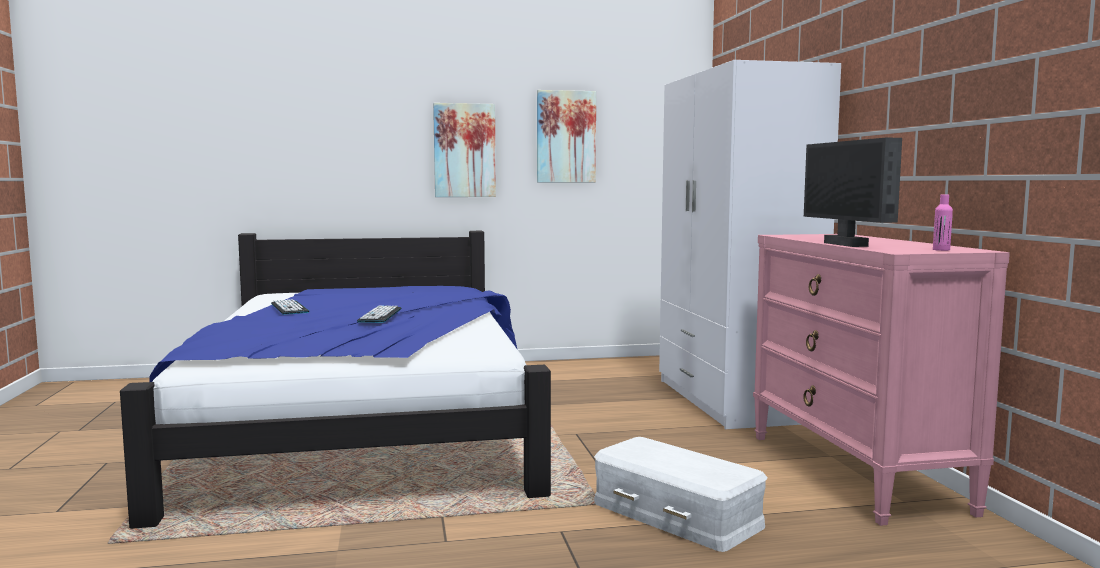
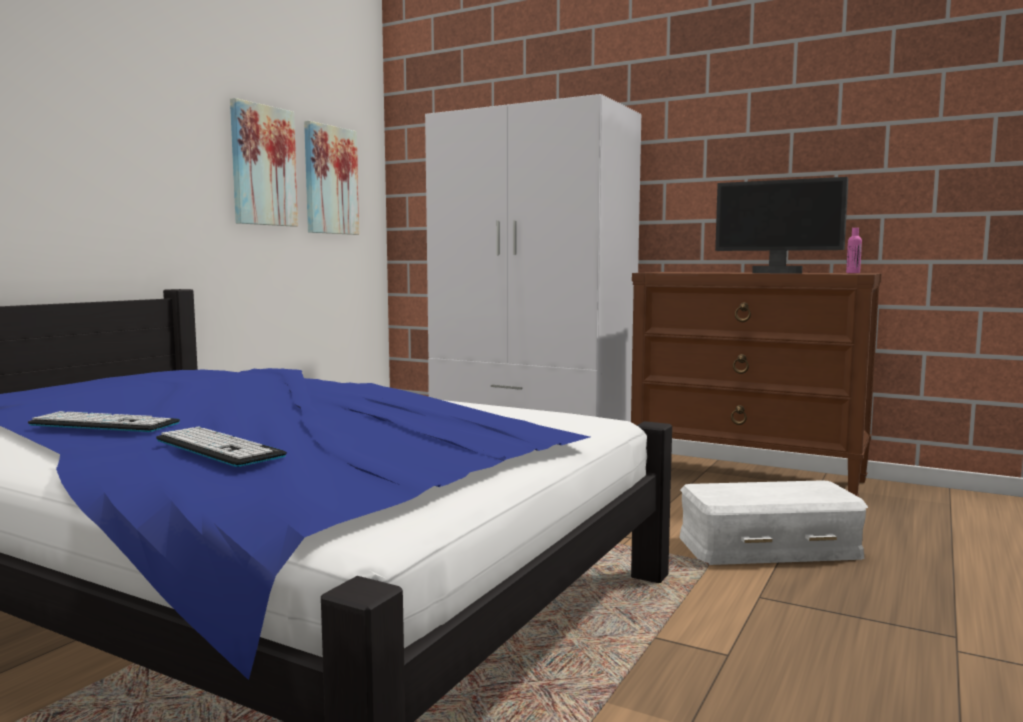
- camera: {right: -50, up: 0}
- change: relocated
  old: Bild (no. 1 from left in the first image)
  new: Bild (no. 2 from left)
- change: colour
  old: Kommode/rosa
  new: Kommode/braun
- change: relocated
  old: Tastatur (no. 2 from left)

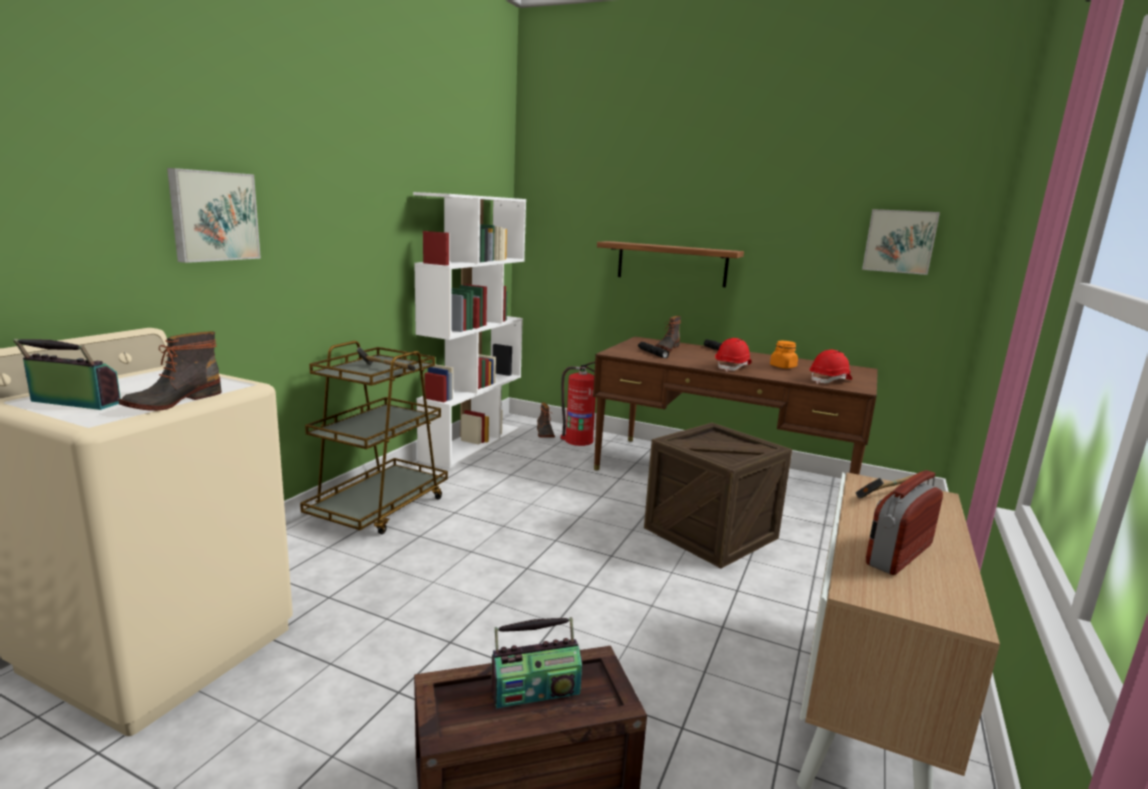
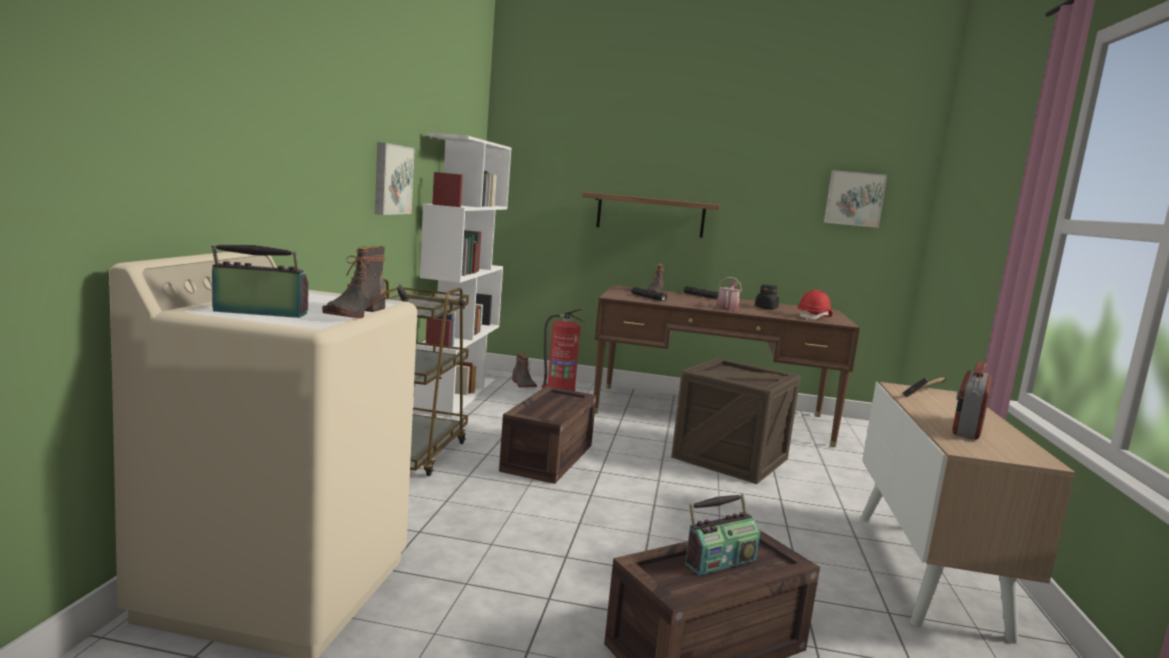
- camera: {right: -15, up: -5}
- change: relocated
  old: Bild (no. 1 from left)
- change: exchanged
  old: Schutzhelm/rot (no. 1 from left)
  new: Gießkanne
- change: colour
  old: Vorratsglas/orange
  new: Vorratsglas/schwarz
- change: appeared
  new: Kiste (no. 1 from left)

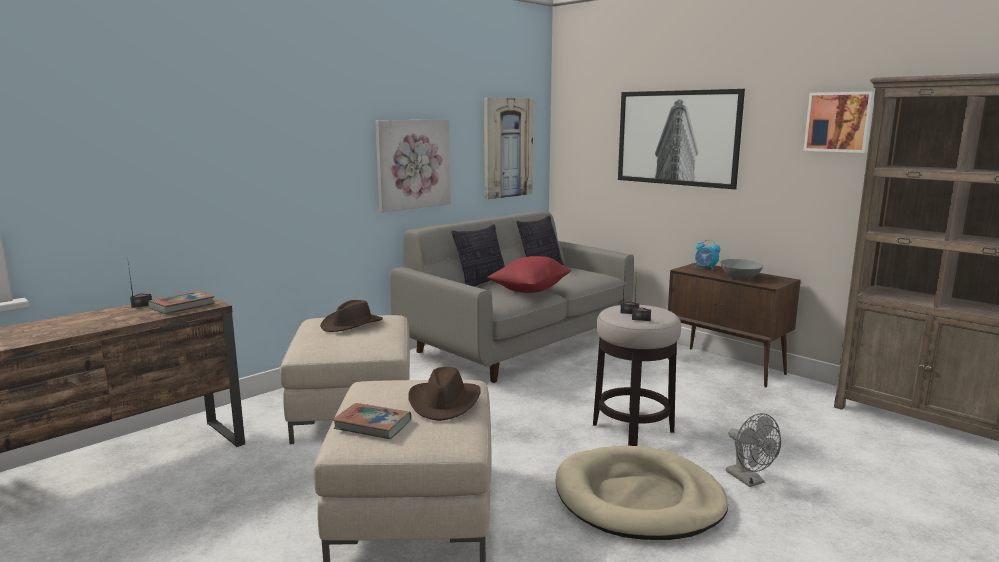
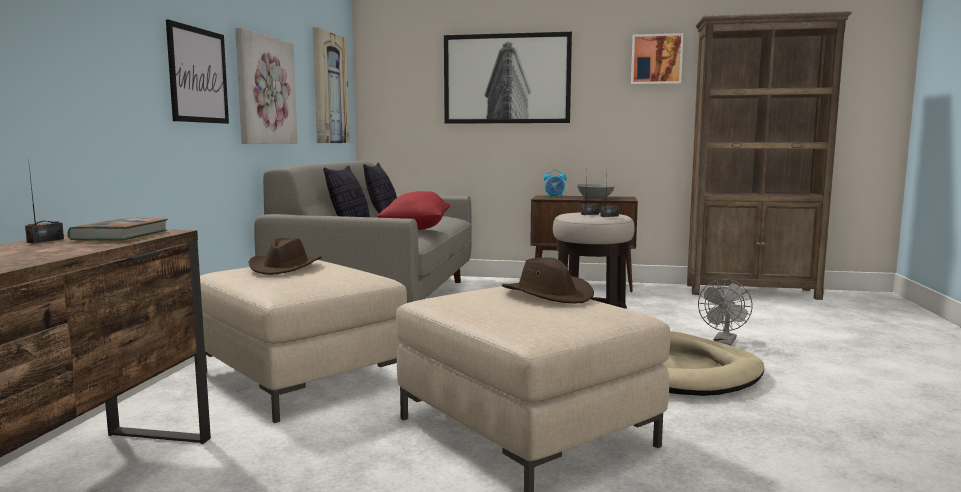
- camera: {right: -35, up: -5}
- change: missing
  old: Buch (no. 2 from left)
- change: spun
  old: Ventilator/grau
  degrees: 90
- change: appeared
  new: Bild (no. 1 from left)

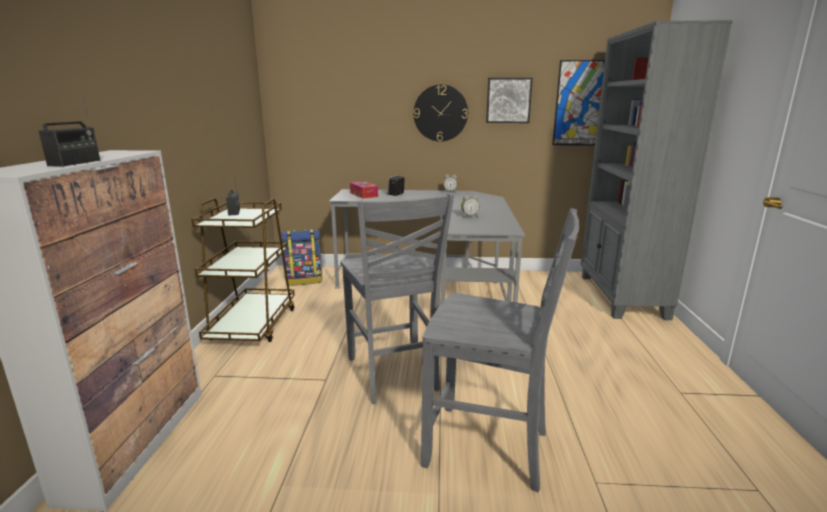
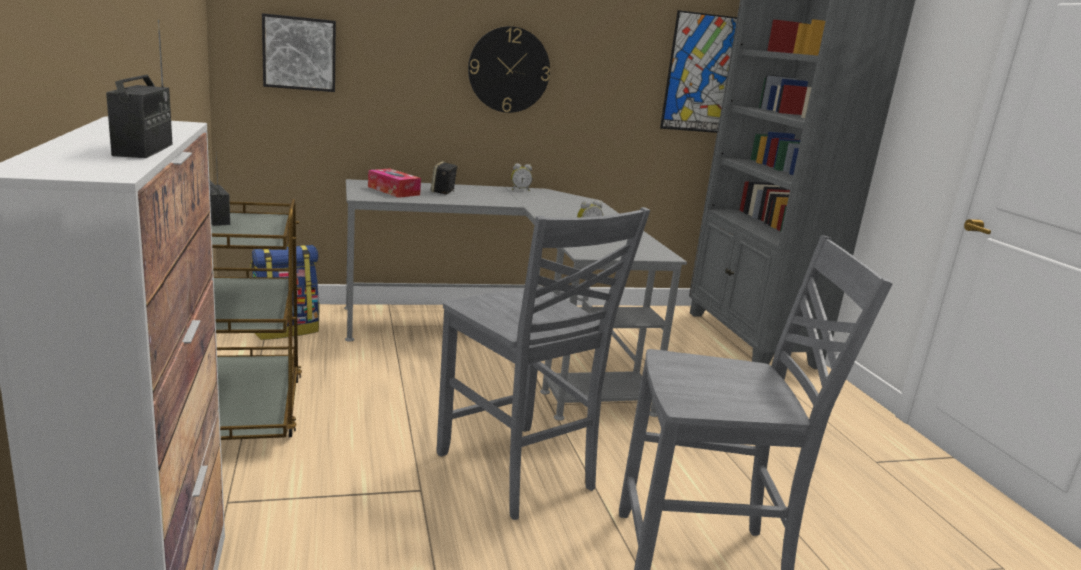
- camera: {right: -20, up: 0}
- change: relocated
  old: Bild (no. 1 from left)

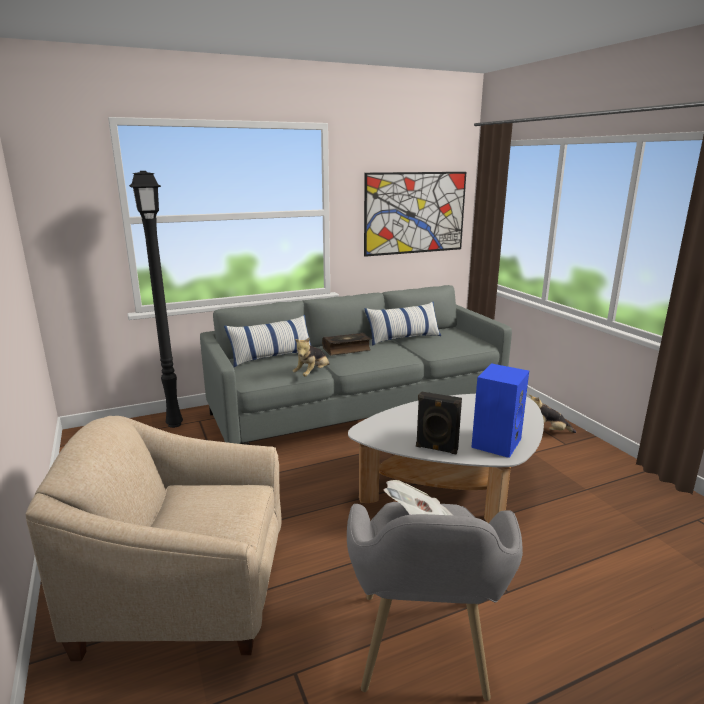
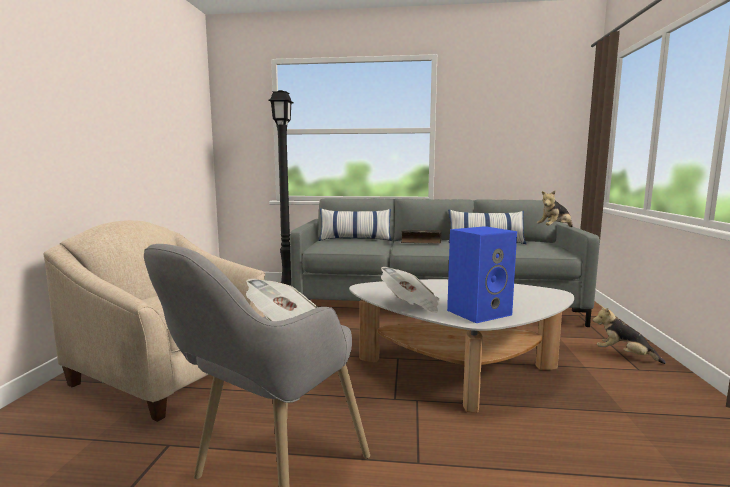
- camera: {right: 30, up: -10}
- change: missing
  old: Bild
- change: relocated
  old: Plüschtier (no. 1 from left)
- change: exchanged
  old: Lautsprecher/schwarz
  new: Zeitung (no. 2 from left)

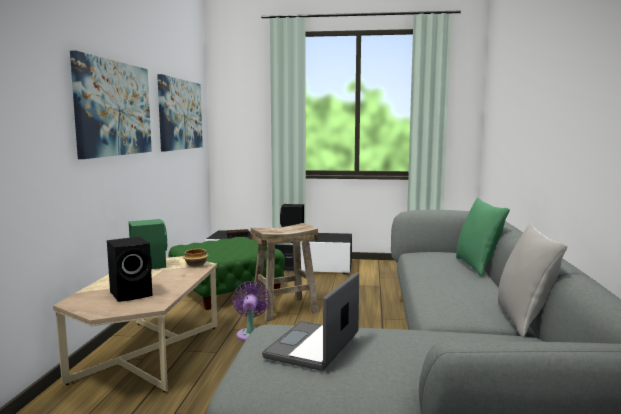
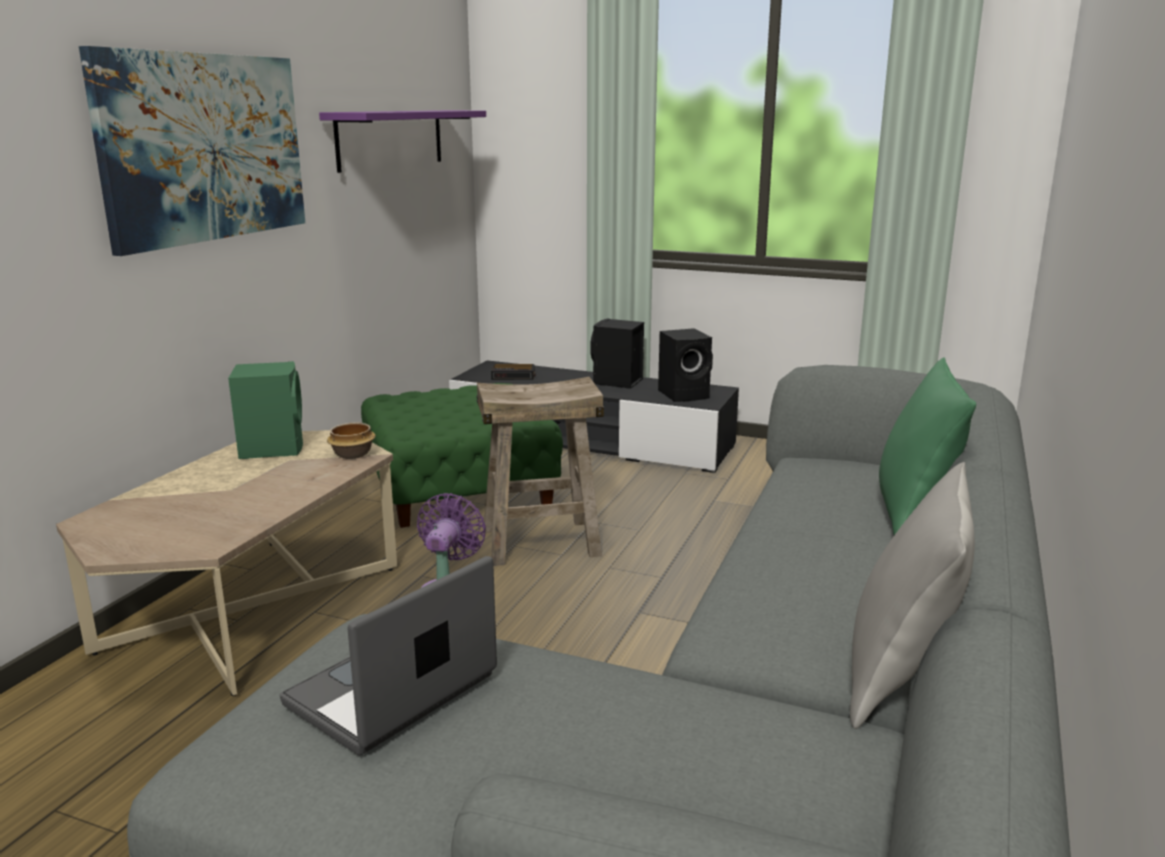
- camera: {right: 15, up: 10}
- change: exchanged
  old: Bild (no. 2 from left)
  new: Wandregal/lila
- change: relocated
  old: Lautsprecher/schwarz (no. 1 from left in the first image)
  new: Lautsprecher/schwarz (no. 2 from left)

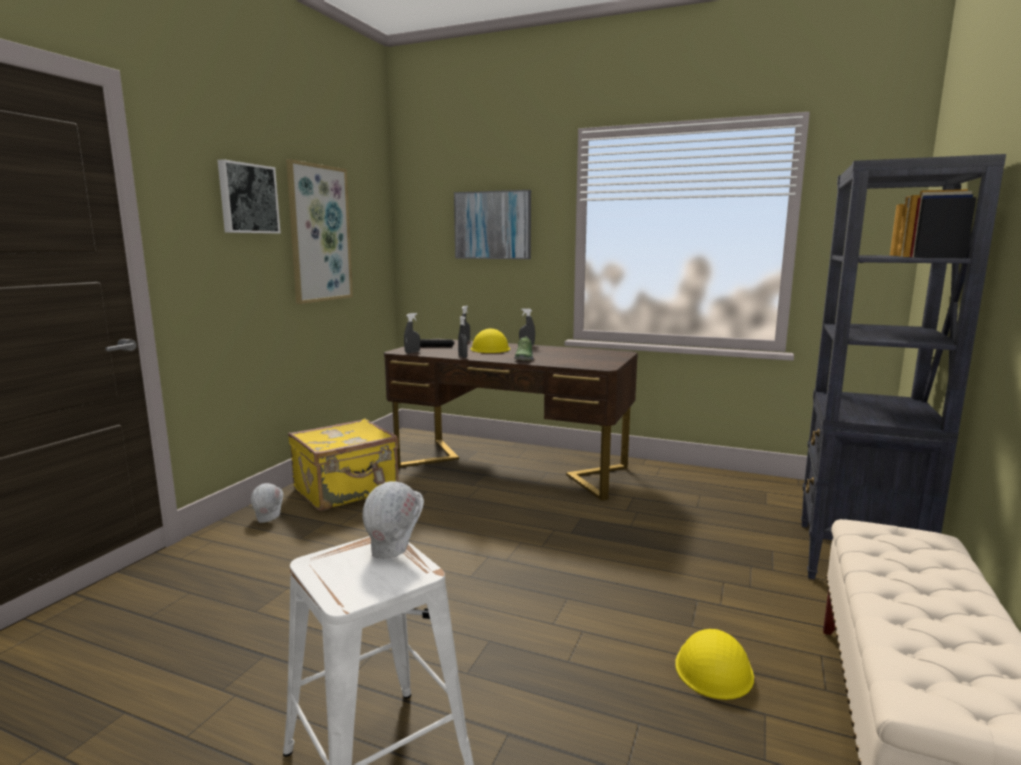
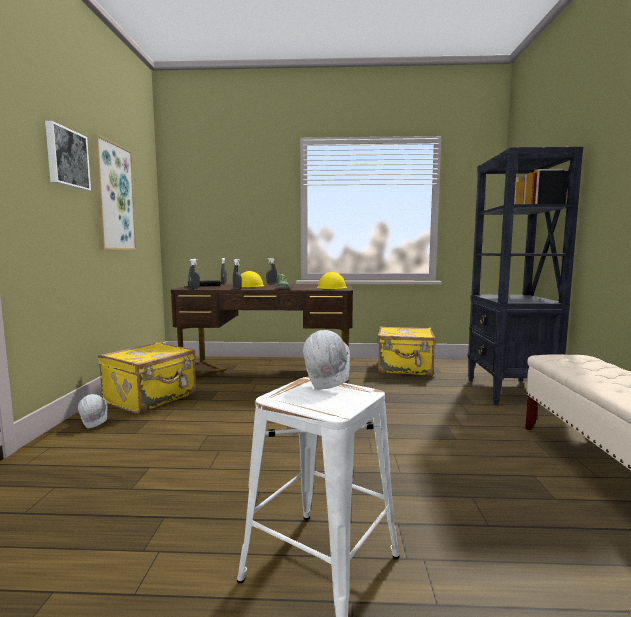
- camera: {right: -20, up: -5}
- change: missing
  old: Bild (no. 3 from left)
- change: relocated
  old: Schutzhelm/gelb (no. 2 from left)
- change: appeared
  new: Koffer/gelb (no. 2 from left)

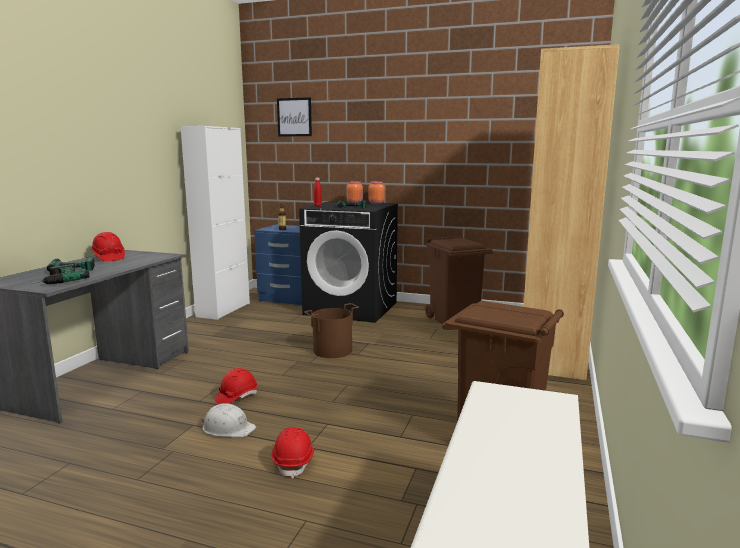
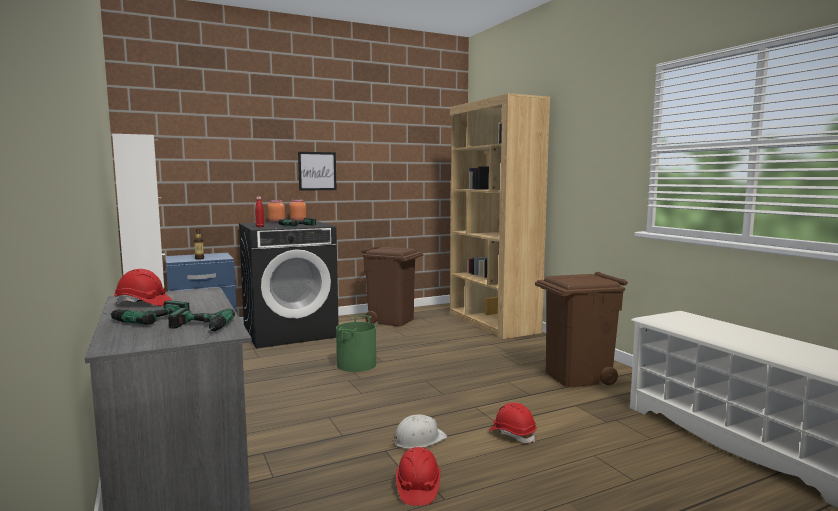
- camera: {right: -45, up: -5}
- change: relocated
  old: Bild
- change: colour
  old: Eimer/braun
  new: Eimer/grün
- change: relocated
  old: Schutzhelm/rot (no. 2 from left)

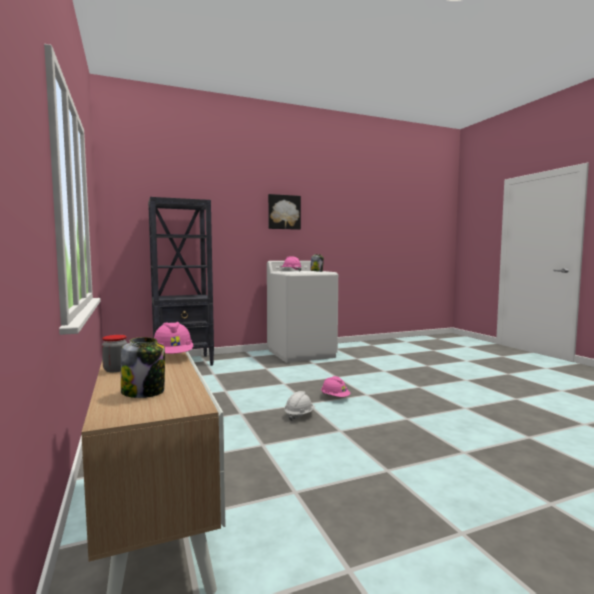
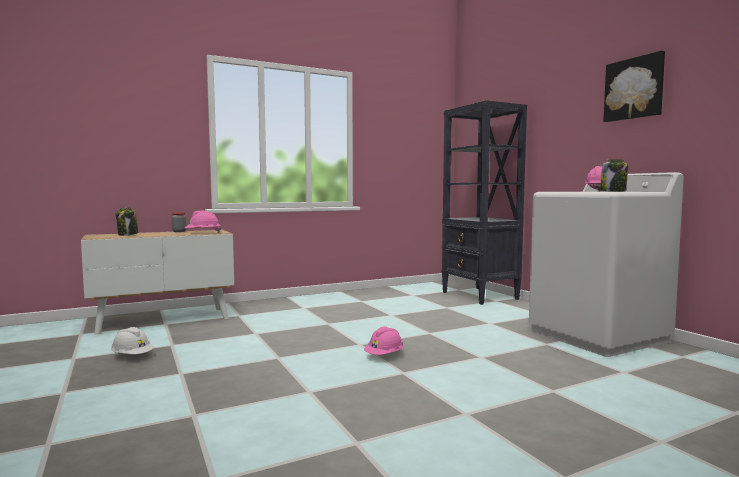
- camera: {right: 85, up: 0}
- change: relocated
  old: Schutzhelm/weiß

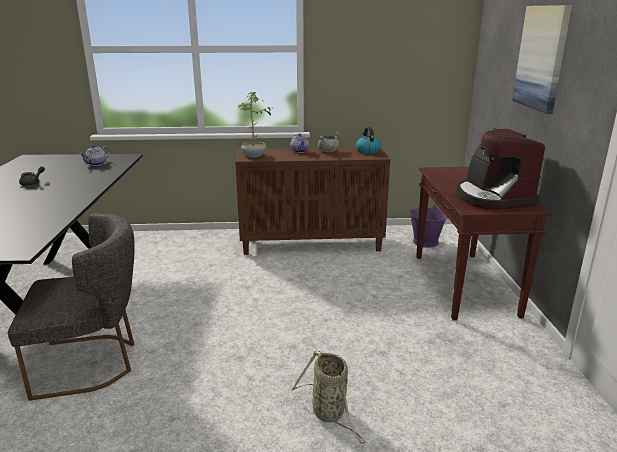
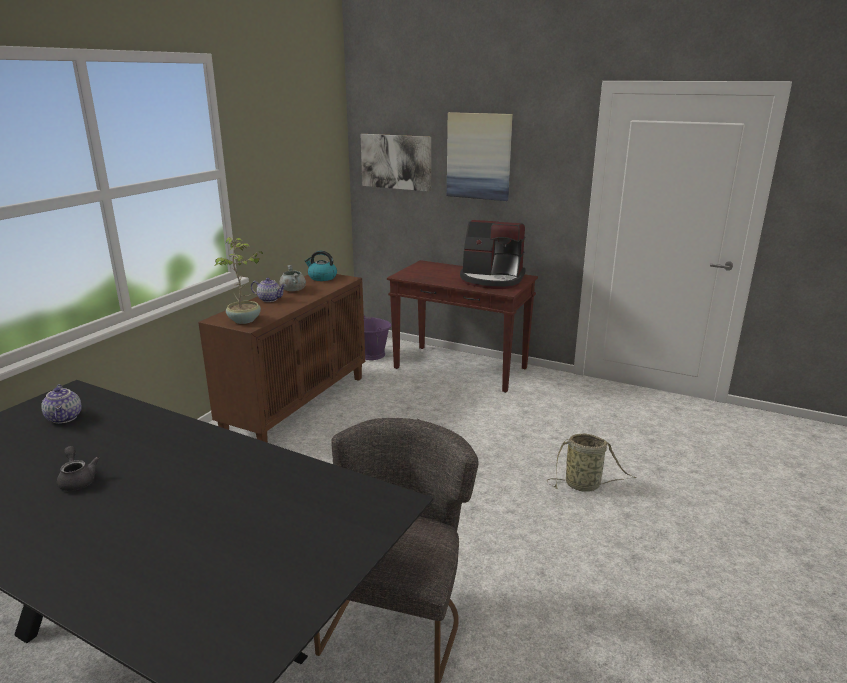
- camera: {right: -60, up: 0}
- change: appeared
  new: Bild (no. 1 from left)

